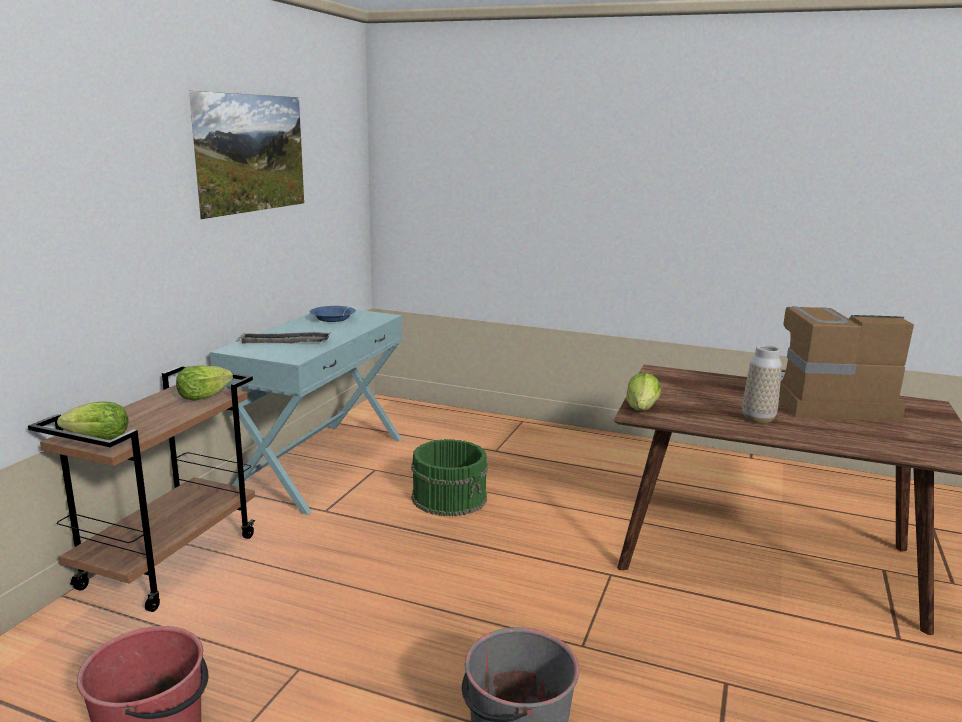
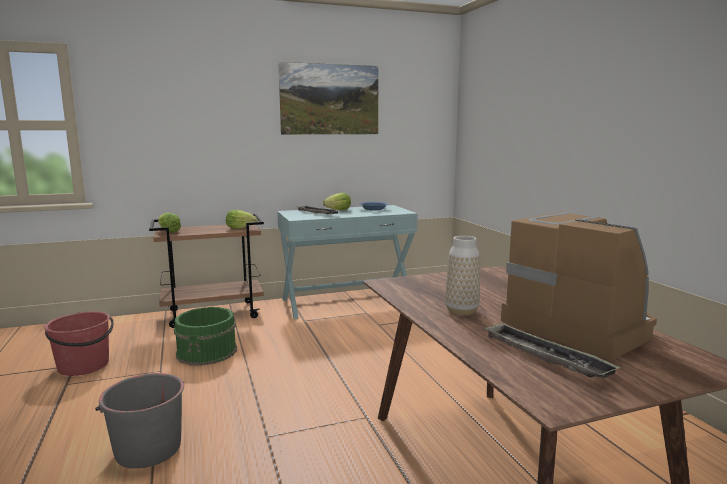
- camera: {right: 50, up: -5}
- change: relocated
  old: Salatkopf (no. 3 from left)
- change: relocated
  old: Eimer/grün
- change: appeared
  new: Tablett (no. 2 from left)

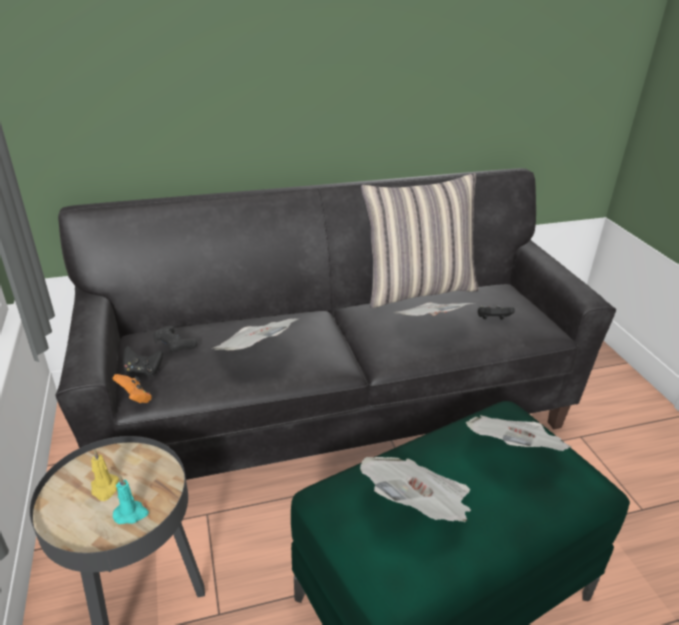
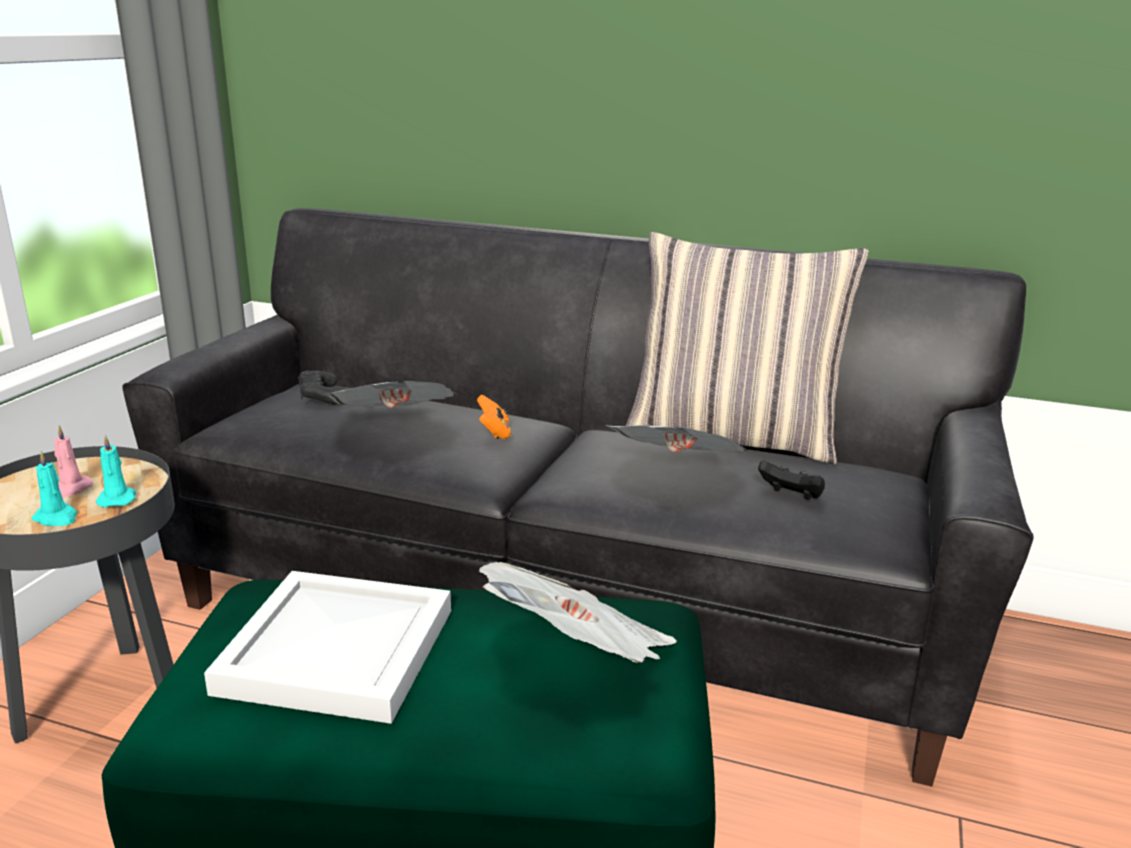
- camera: {right: 35, up: -10}
- change: missing
  old: Gamepad/schwarz (no. 1 from left)
- change: relocated
  old: Gamepad/orange
- change: colour
  old: Kerze/gelb
  new: Kerze/rosa
- change: exchanged
  old: Zeitung (no. 2 from left)
  new: Tablett/weiß
- change: appeared
  new: Kerze/türkis (no. 2 from left)

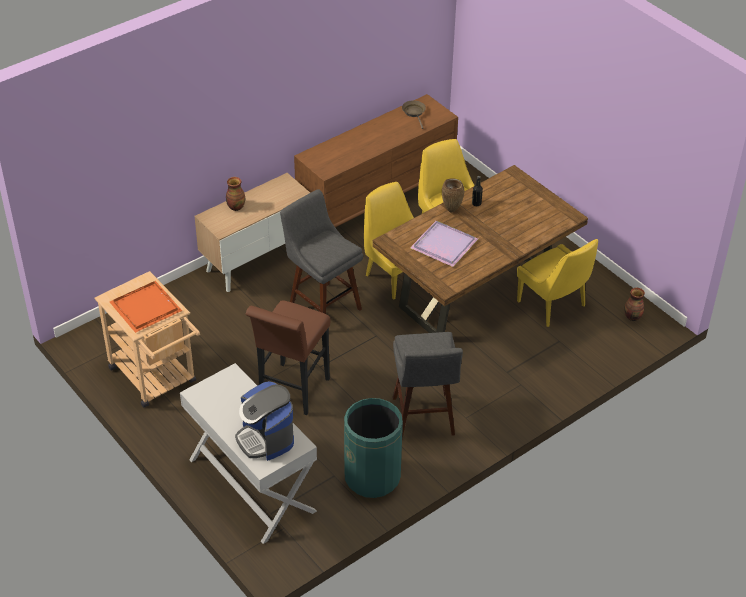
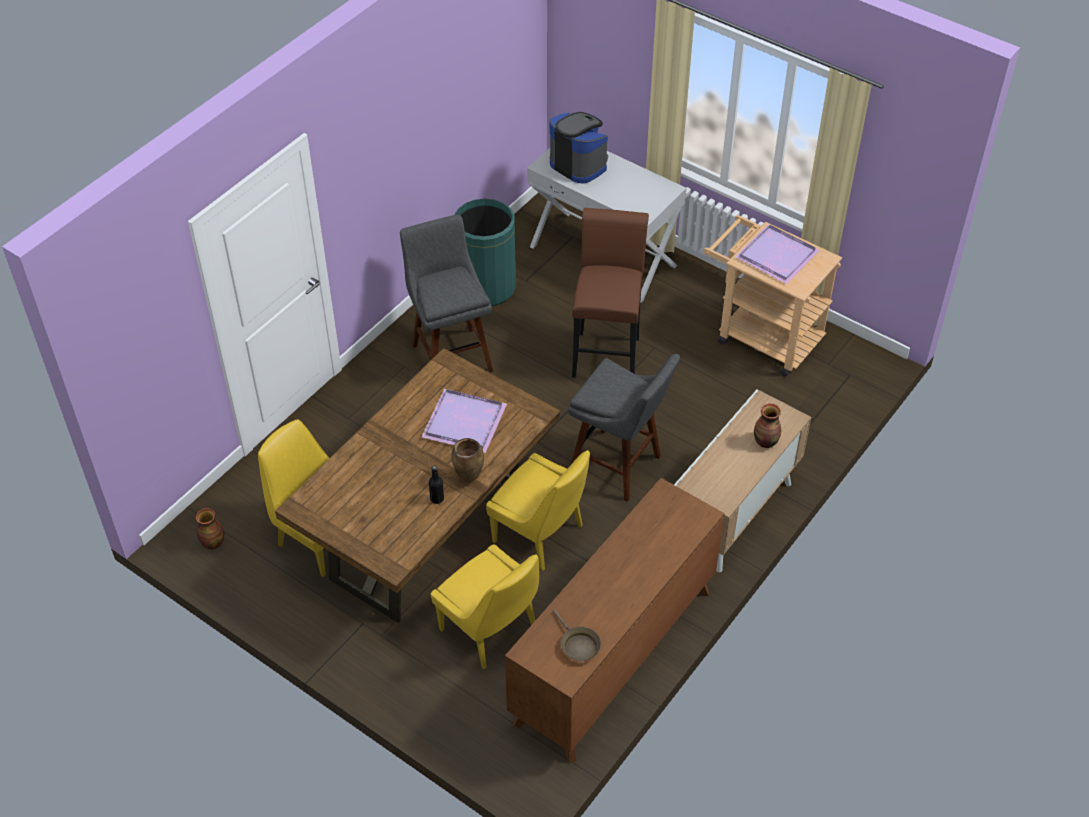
- camera: {right: 165, up: 5}
- change: colour
  old: Tablett/orange
  new: Tablett/lila (no. 2 from left)

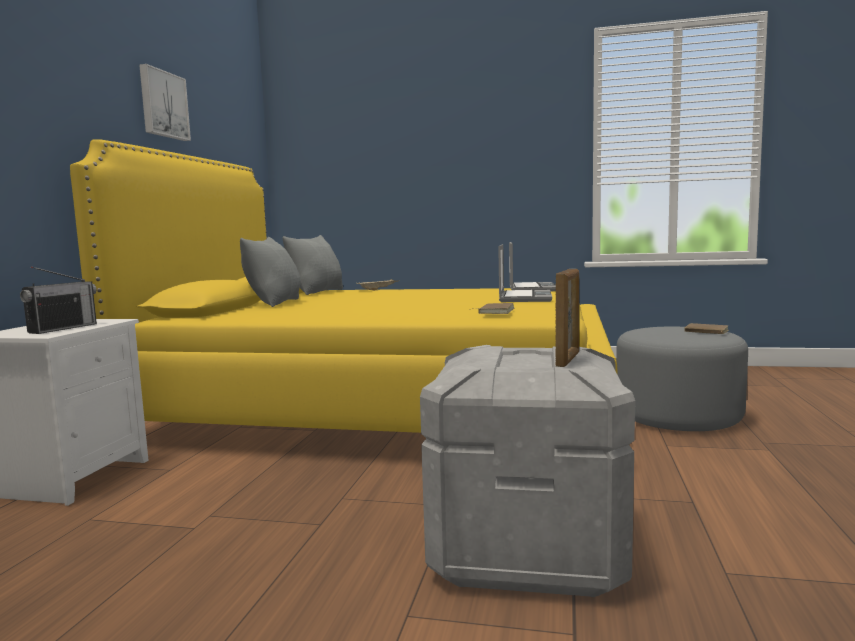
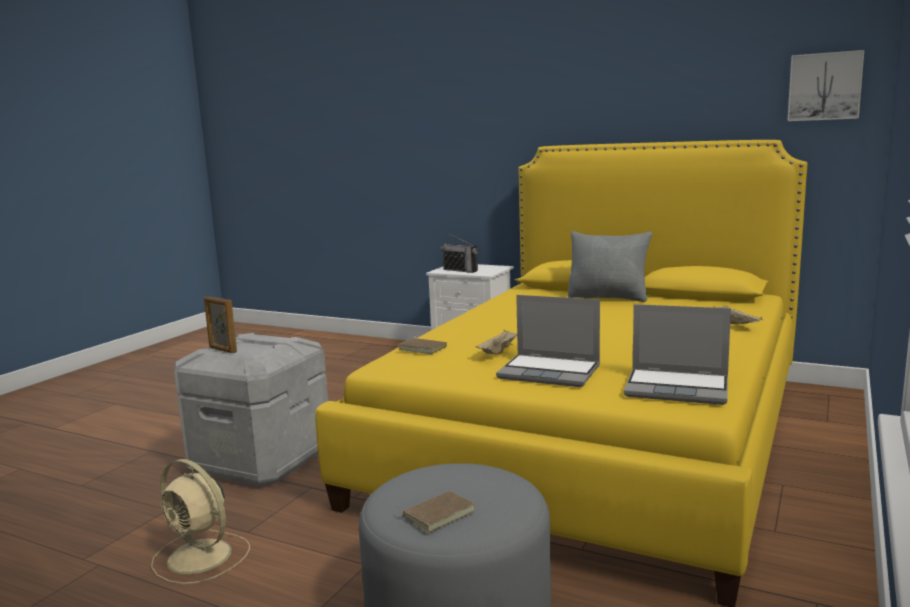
- camera: {right: 105, up: 5}
- change: relocated
  old: Bild
- change: missing
  old: Kissen/grau (no. 2 from left)
- change: appeared
  new: Tablett/beige (no. 1 from left)
- change: appeared
  new: Ventilator/beige

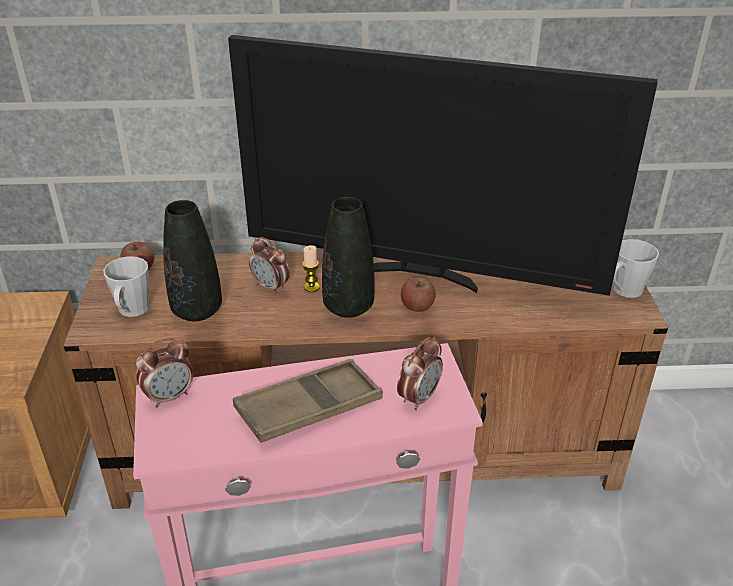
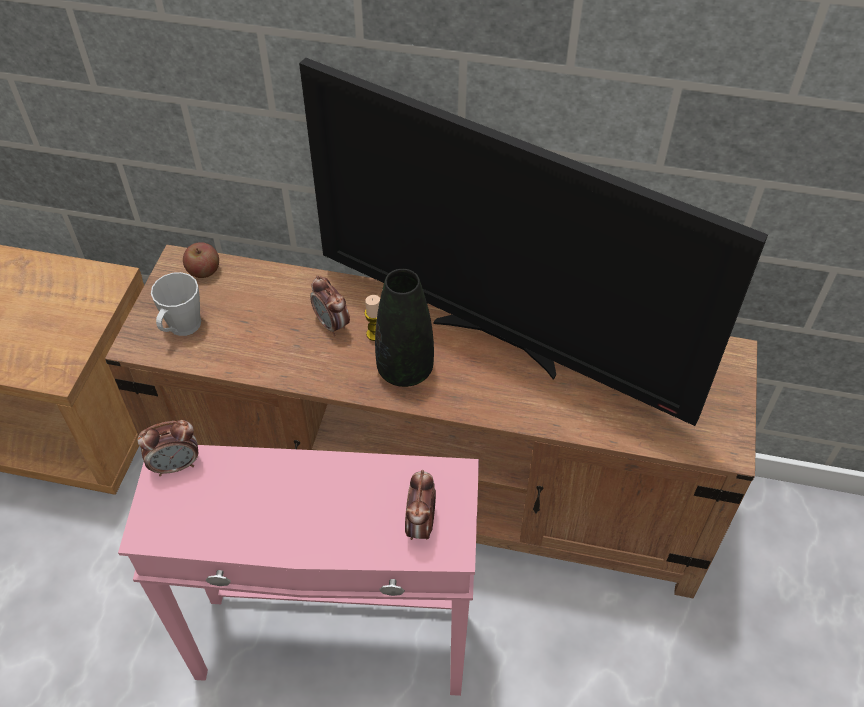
- camera: {right: 15, up: 15}
- change: missing
  old: Vase/schwarz (no. 1 from left)
- change: missing
  old: Henkelbecher/grau (no. 2 from left)
- change: missing
  old: Apfel (no. 2 from left)
- change: spun
  old: Wecker (no. 3 from left)
  degrees: 135
- change: missing
  old: Tablett/braun

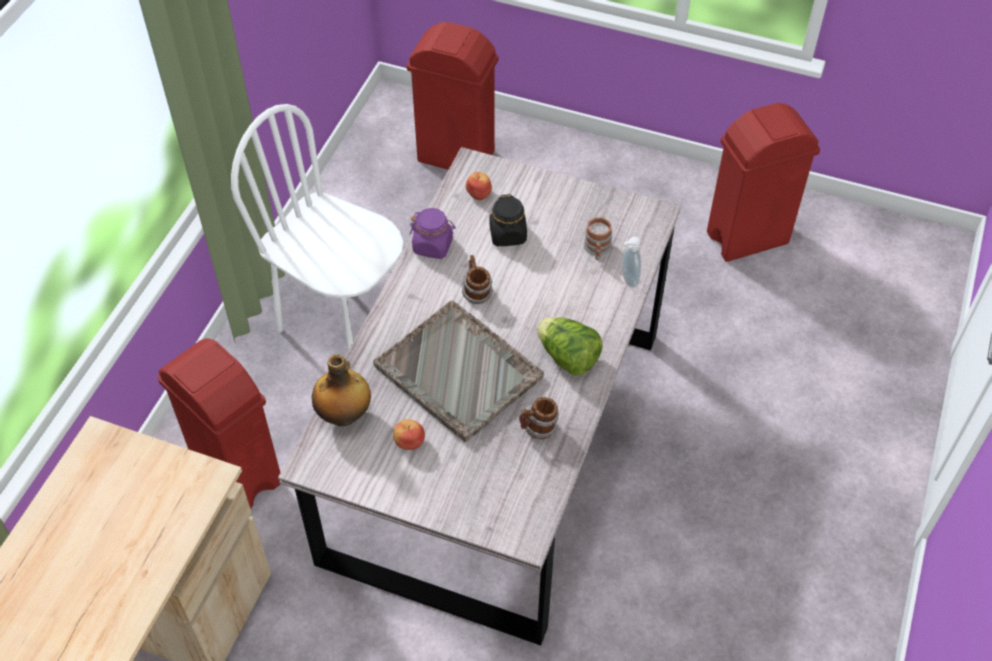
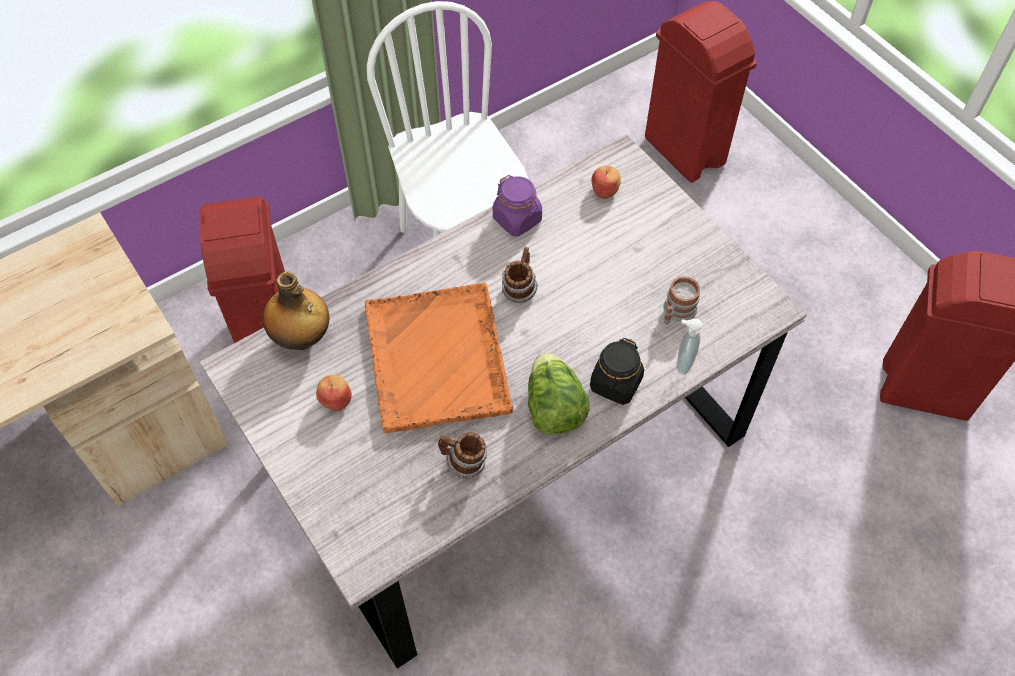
- camera: {right: 35, up: 5}
- change: relocated
  old: Vorratsglas/schwarz
- change: colour
  old: Tablett/grau
  new: Tablett/orange

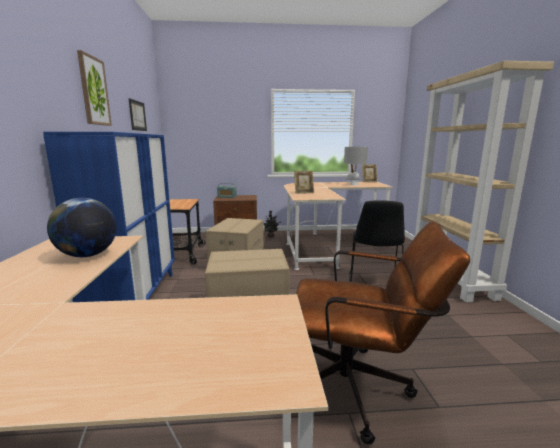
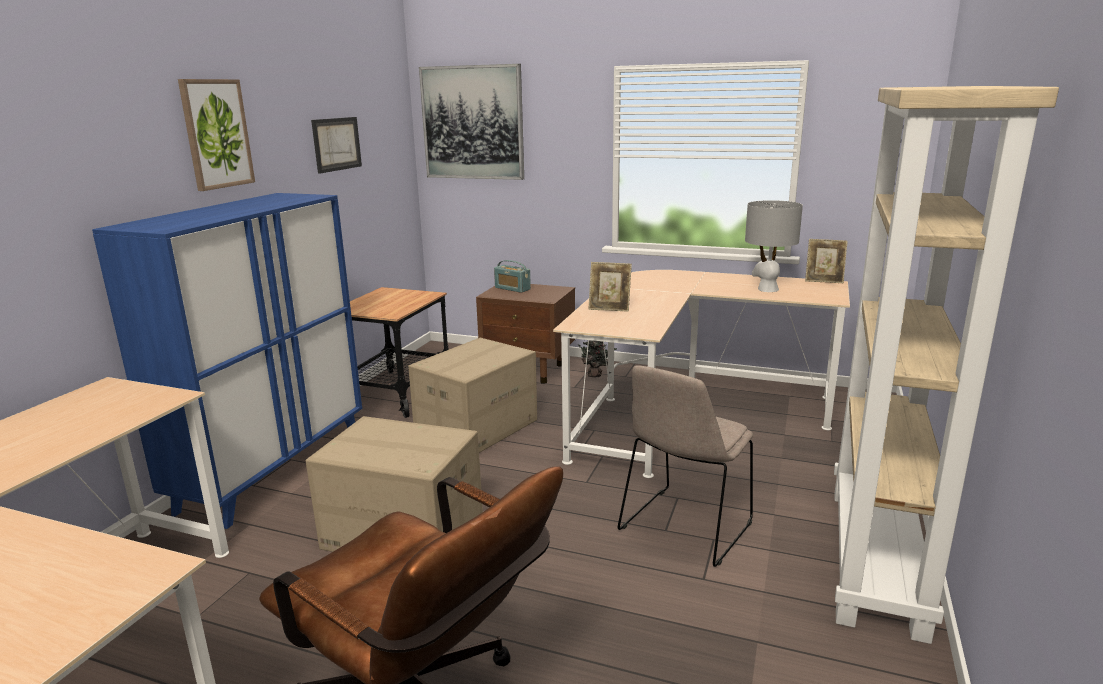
- camera: {right: 25, up: 5}
- change: missing
  old: Globus
- change: colour
  old: Stuhl/schwarz
  new: Stuhl/beige
- change: appeared
  new: Bild (no. 3 from left)

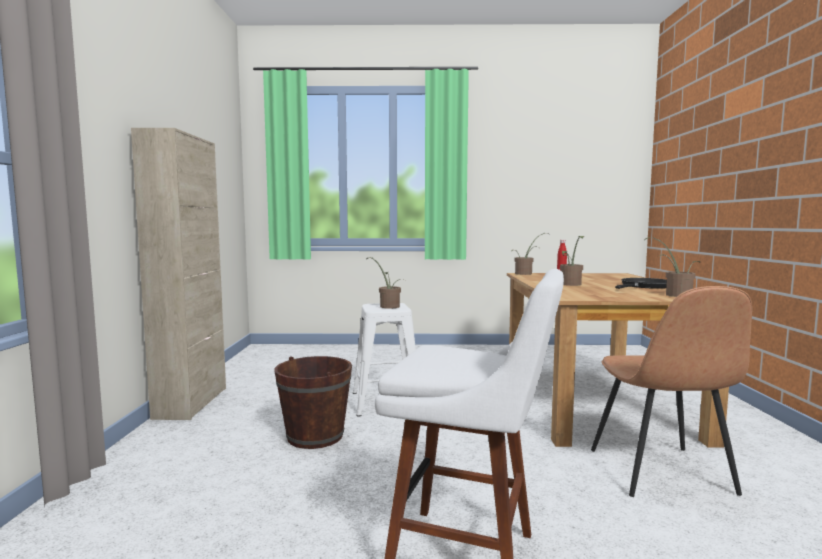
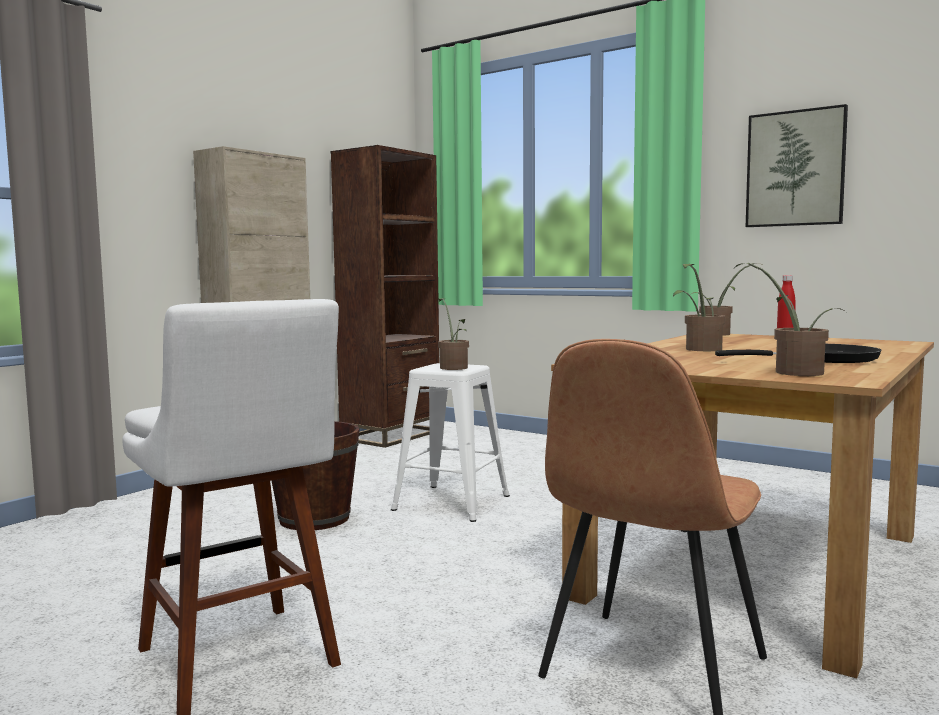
- camera: {right: 35, up: 0}
- change: appeared
  new: Bild
- change: appeared
  new: Bücherregal/braun

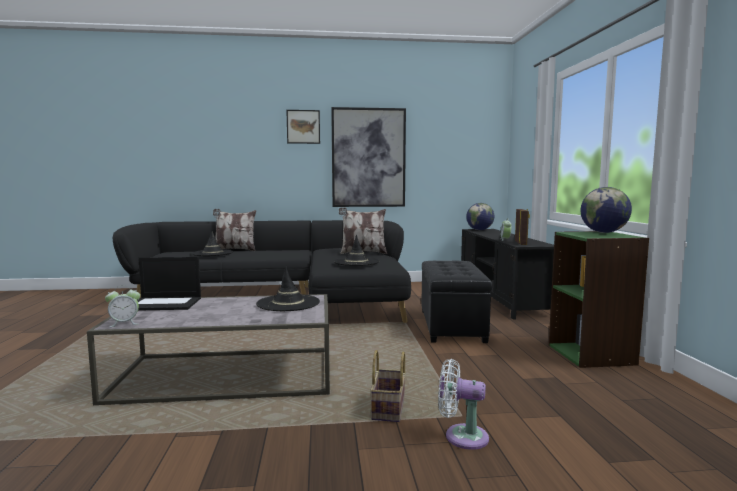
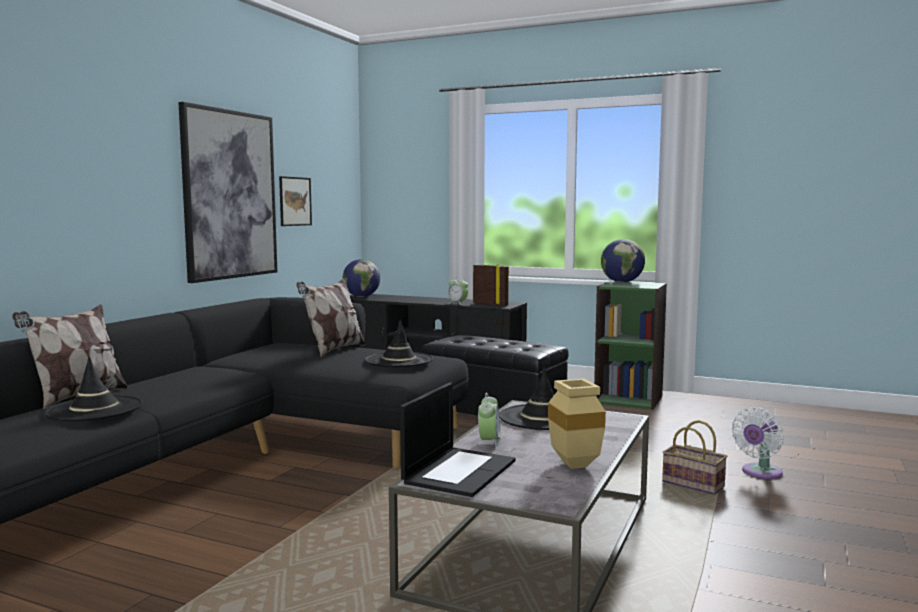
- camera: {right: -60, up: 0}
- change: relocated
  old: Bild (no. 1 from left in the first image)
  new: Bild (no. 2 from left)
- change: relocated
  old: Wecker (no. 1 from left in the first image)
  new: Wecker (no. 2 from left)
- change: appeared
  new: Vase/beige

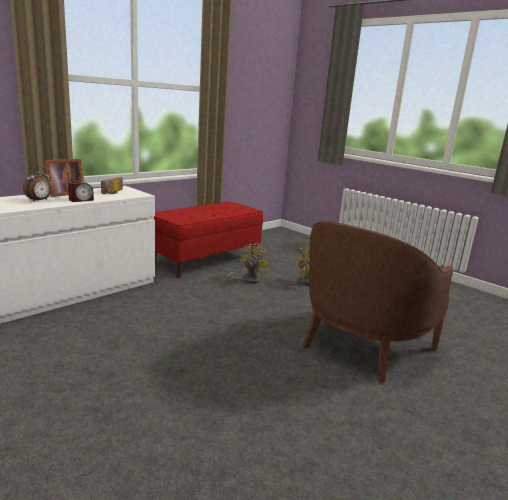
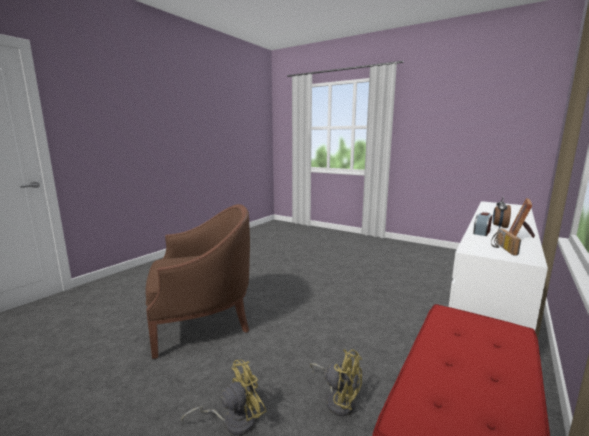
- camera: {right: 170, up: -5}
- change: spun
  old: Sessel/braun
  degrees: 45
- change: spun
  old: Ventilator/gelb (no. 1 from left in the first image)
  degrees: -75

